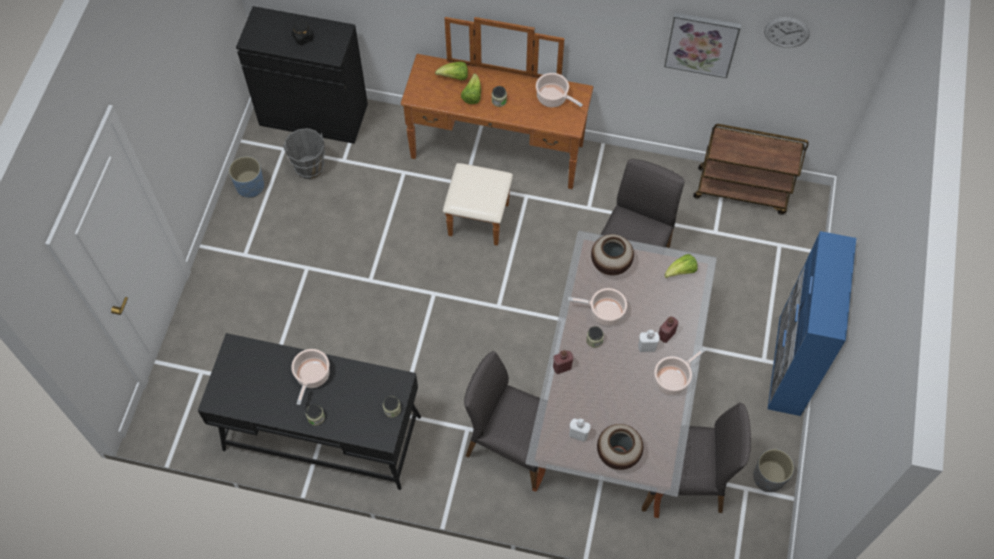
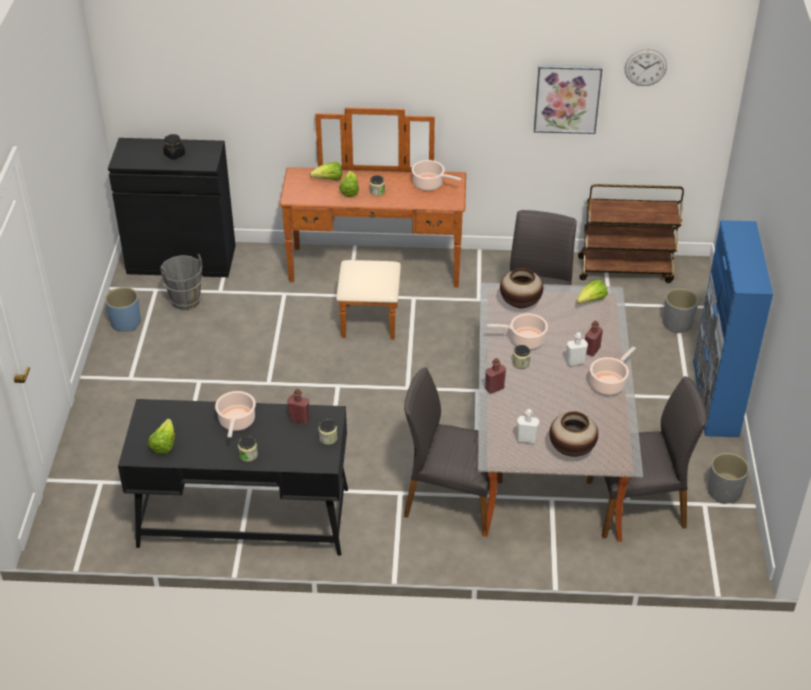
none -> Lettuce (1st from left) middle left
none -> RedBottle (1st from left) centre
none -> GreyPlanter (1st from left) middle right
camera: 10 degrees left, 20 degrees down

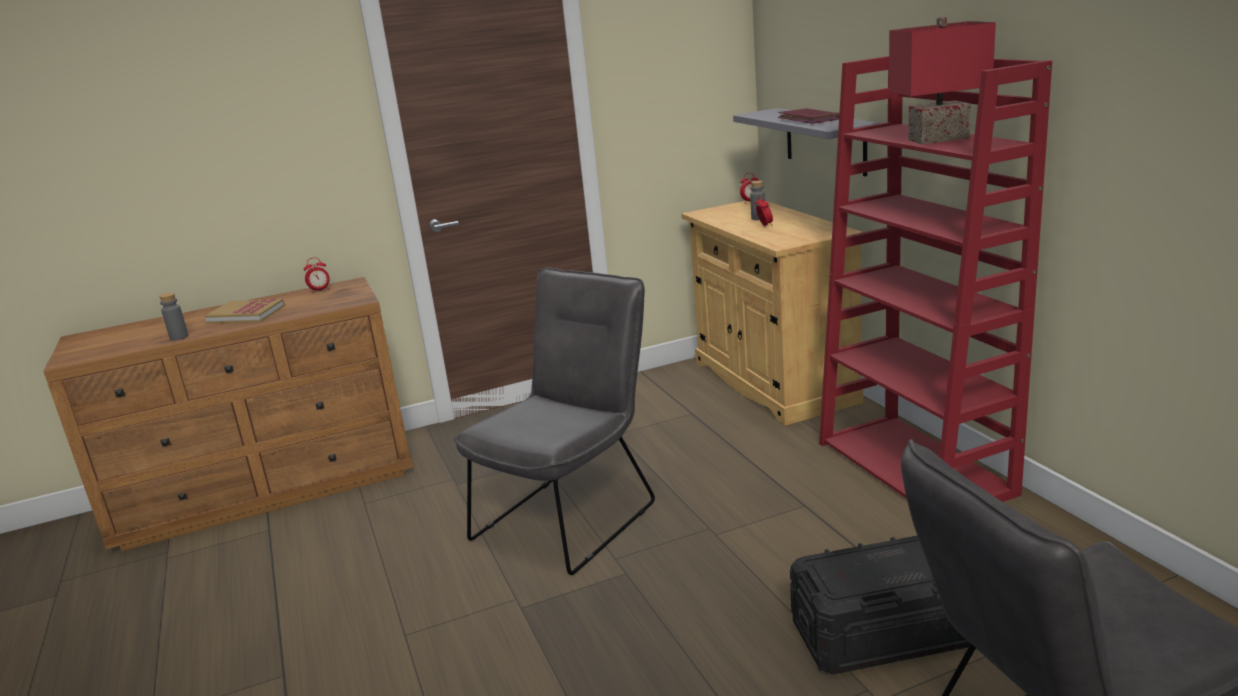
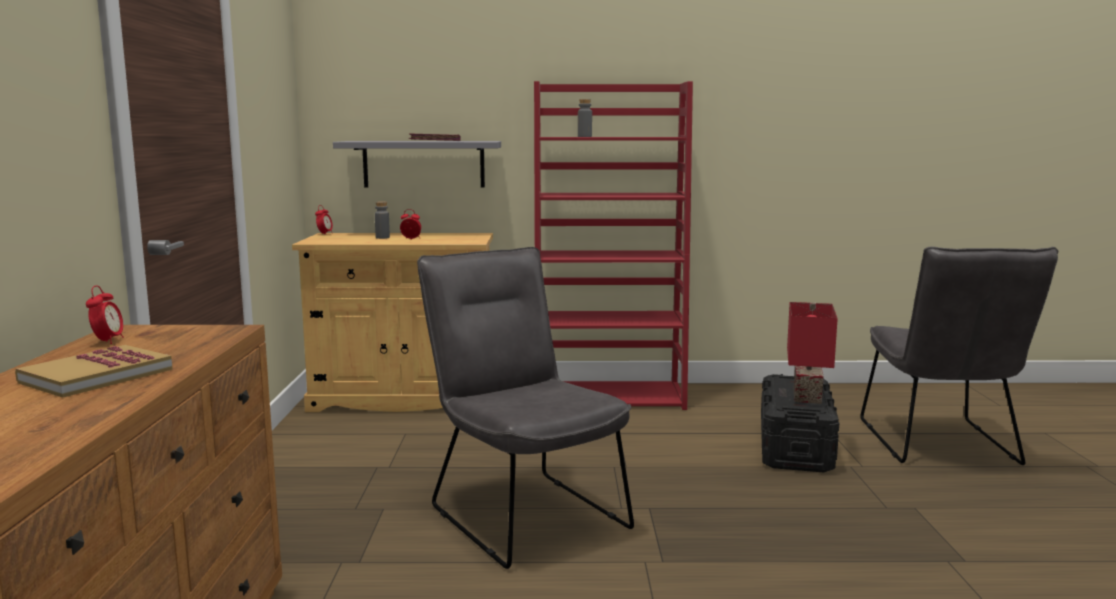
GreyBottle (1st from left in the first image) middle left -> GreyBottle (2nd from left) top centre, moved
RedTableLamp top right -> RedTableLamp middle right, moved
camera: 70 degrees left, 10 degrees down

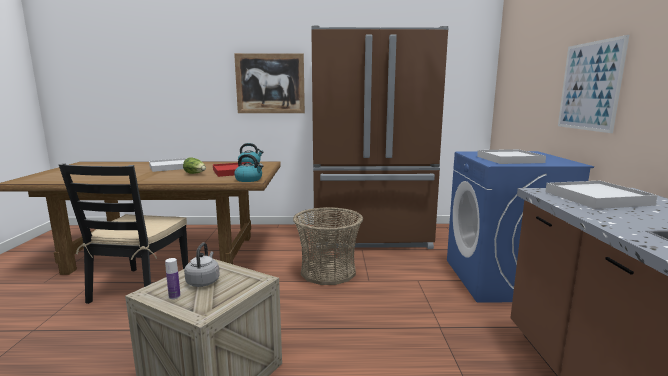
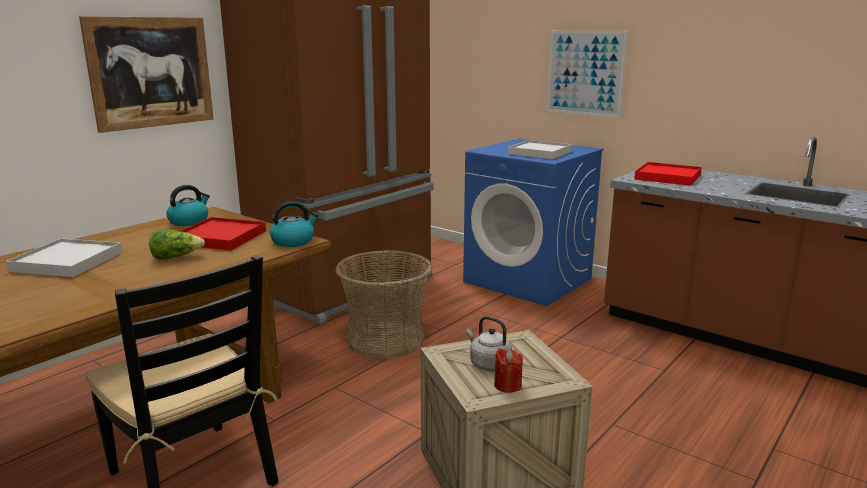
Bottle bottom left -> RedCandle bottom centre
WhiteTray (3rd from left) middle right -> RedTray (2nd from left) middle right
camera: 50 degrees left, 5 degrees up

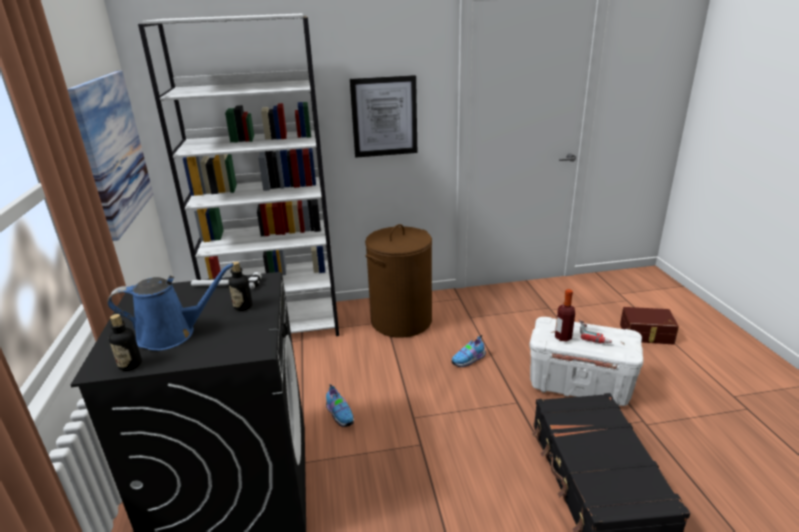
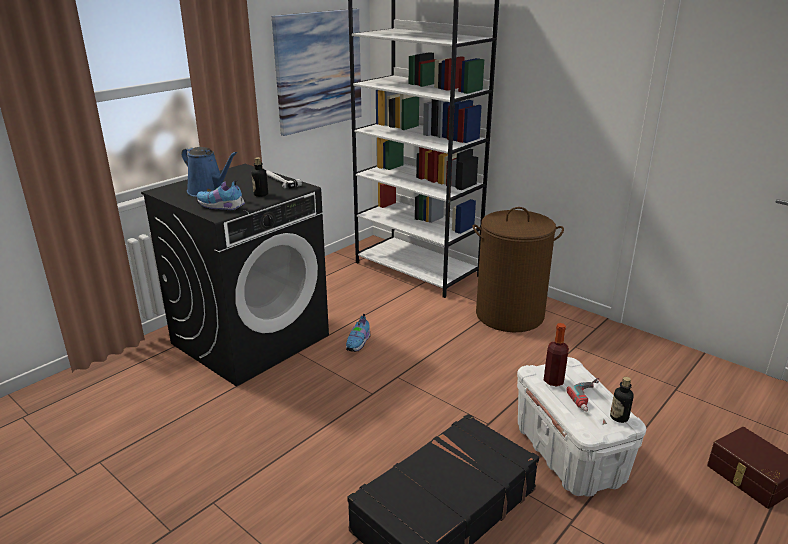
Bottle (1st from left in the first image) middle left -> Bottle (3rd from left) bottom right, moved
Picture (2nd from left) top centre -> none
Shoe (2nd from left in the first image) centre -> Shoe (1st from left) middle left, moved
camera: 50 degrees right, 0 degrees up

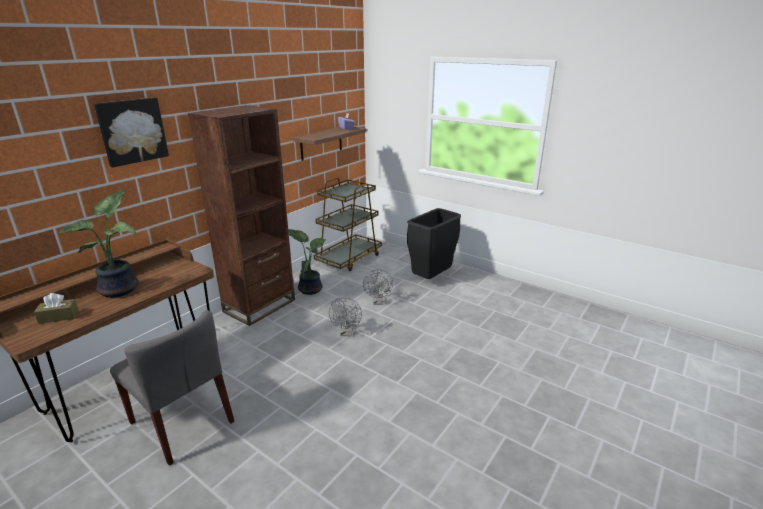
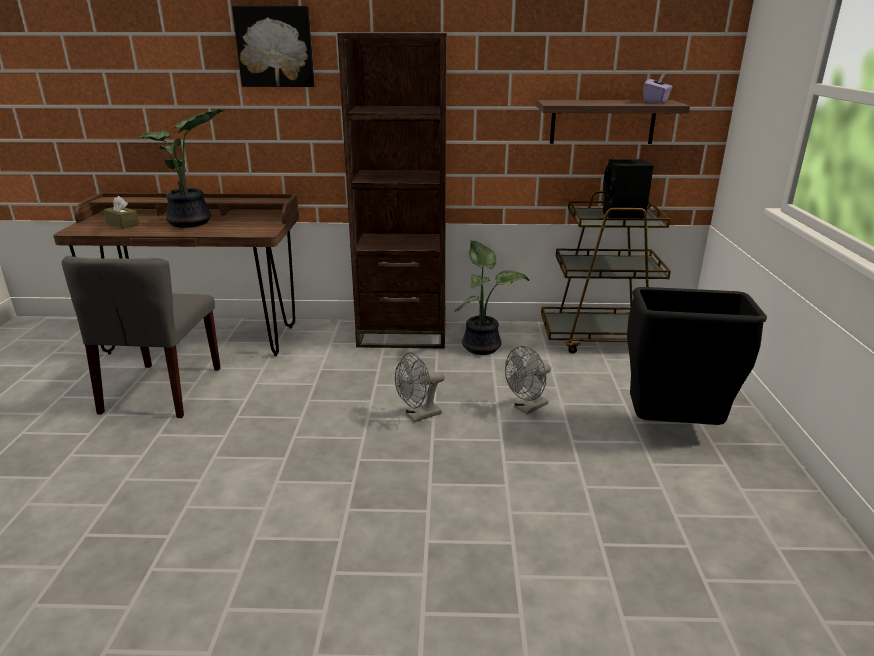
none -> BlackSpeaker top right
camera: 55 degrees right, 0 degrees up

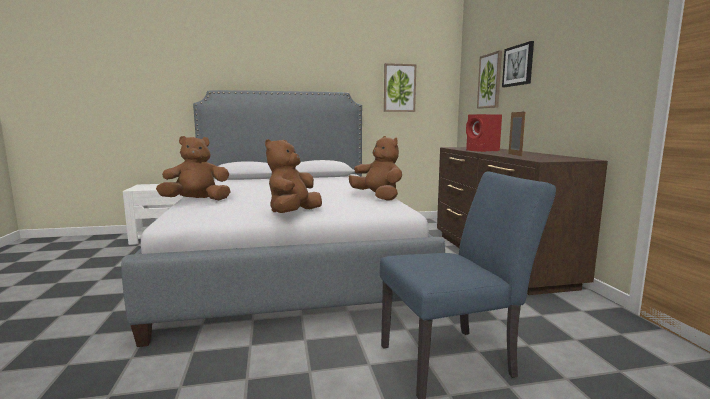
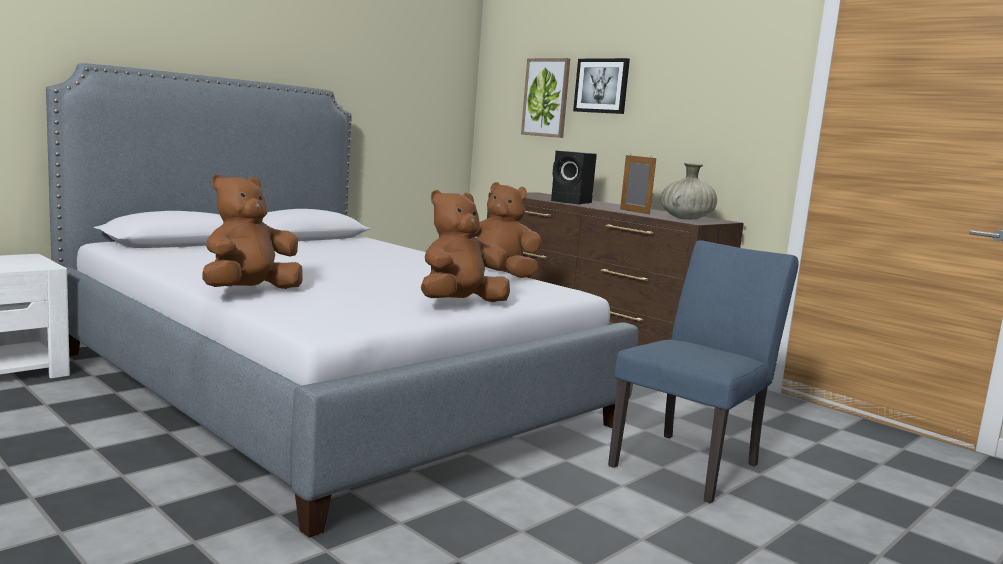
BrownPlushToy (2nd from left) centre, 60 degrees clockwise
Picture (1st from left) top centre -> none
RedSpeaker middle right -> BlackSpeaker top centre
none -> BeigeVase middle right
camera: 35 degrees left, 0 degrees up

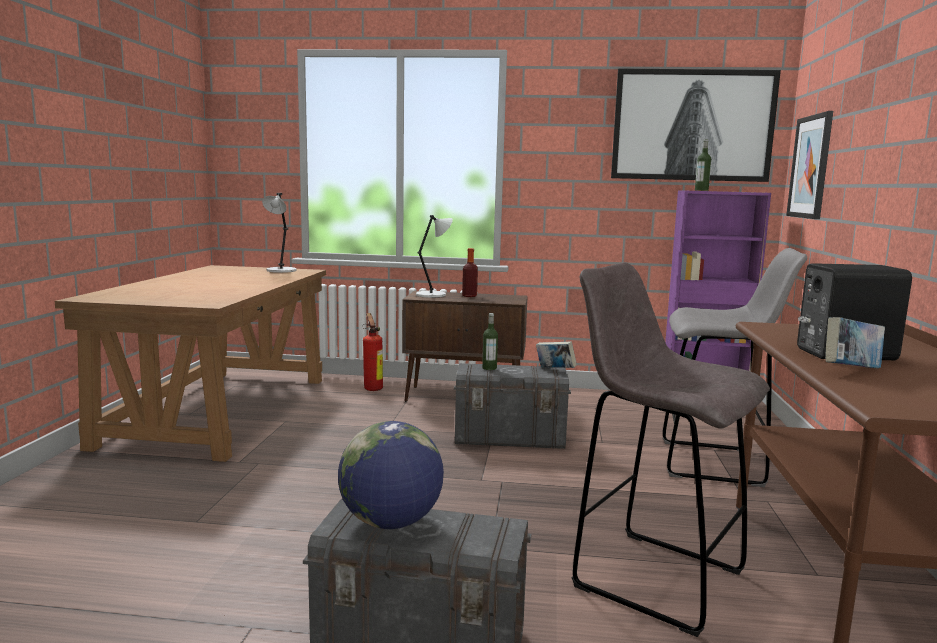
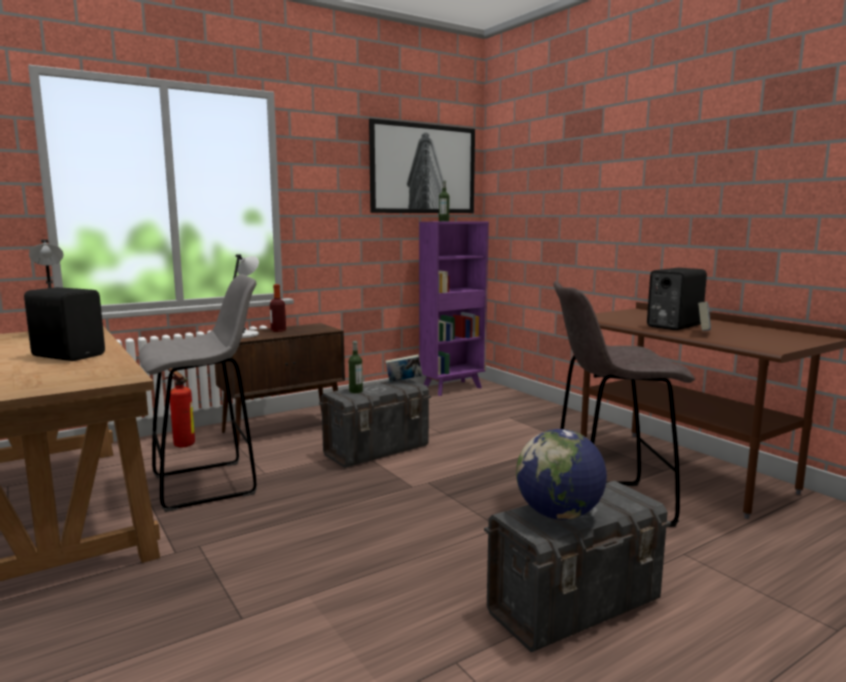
GreyStool (2nd from left in the first image) middle right -> GreyStool (1st from left) middle left, moved
Picture (2nd from left) top right -> none
none -> BlackSpeaker (1st from left) middle left
camera: 40 degrees left, 0 degrees up

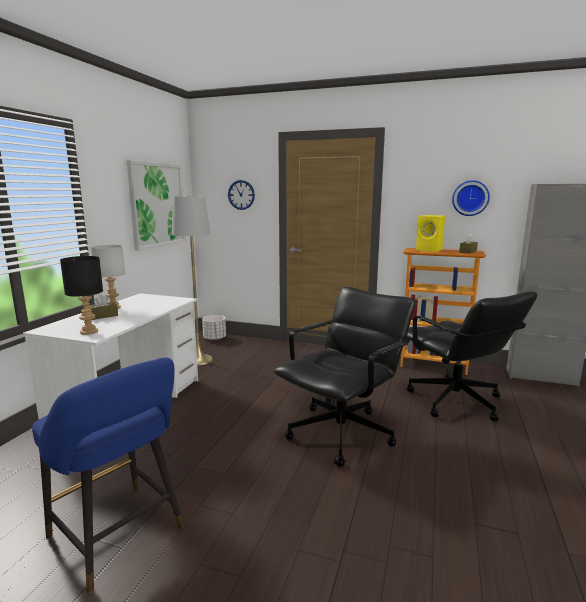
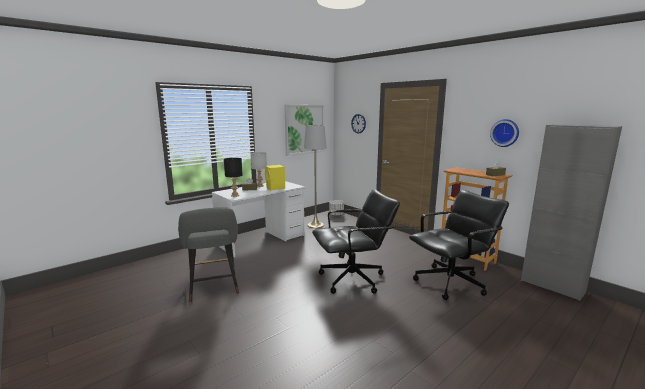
BlueStool bottom left -> GreyStool middle left
BlackOfficeChair (2nd from left) middle right, 120 degrees counterclockwise
YellowSpeaker middle right -> YellowSpeaker centre, moved
camera: 30 degrees right, 0 degrees up

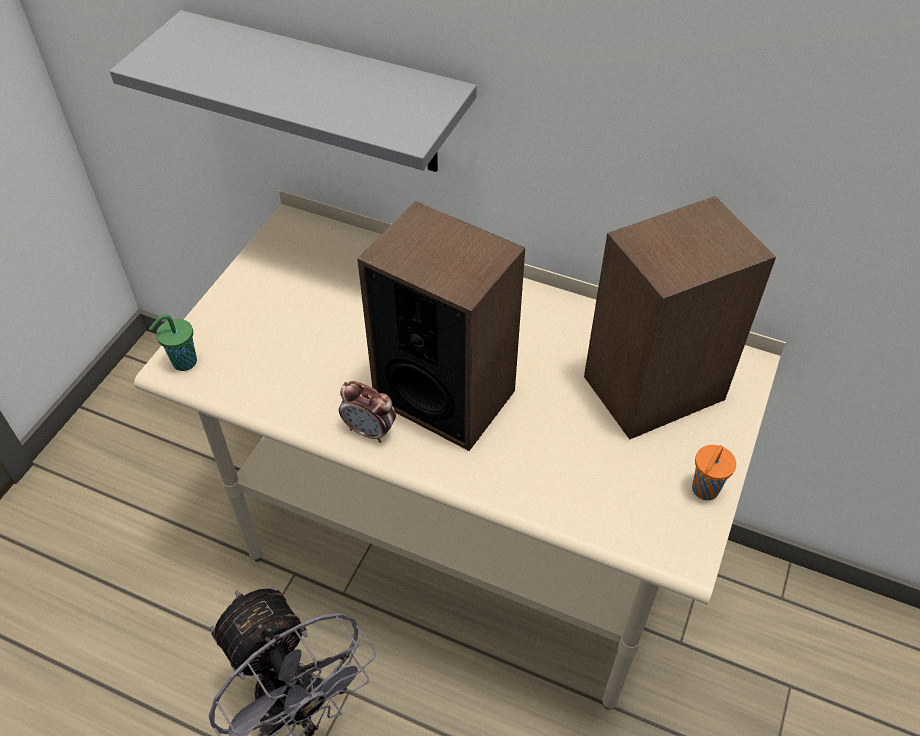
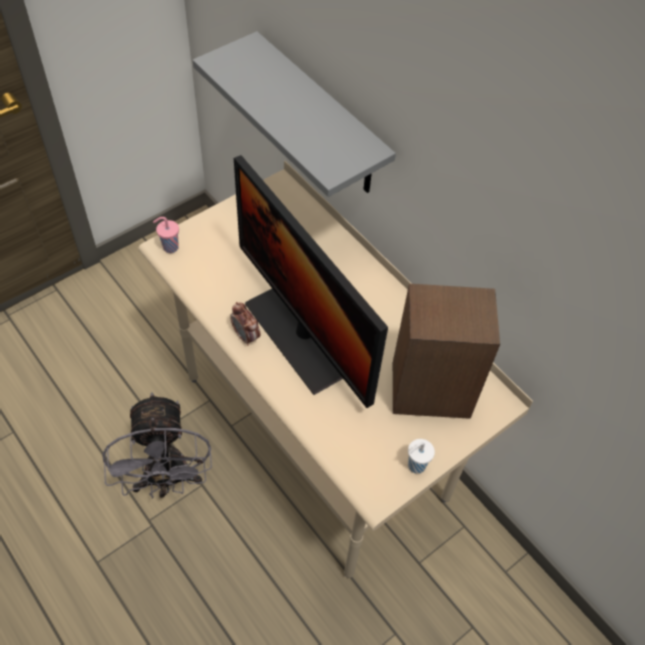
GreenCup middle left -> PinkCup middle left
Speaker (1st from left) centre -> Monitor centre
OrangeCup middle right -> WhiteCup bottom centre
camera: 25 degrees right, 5 degrees up

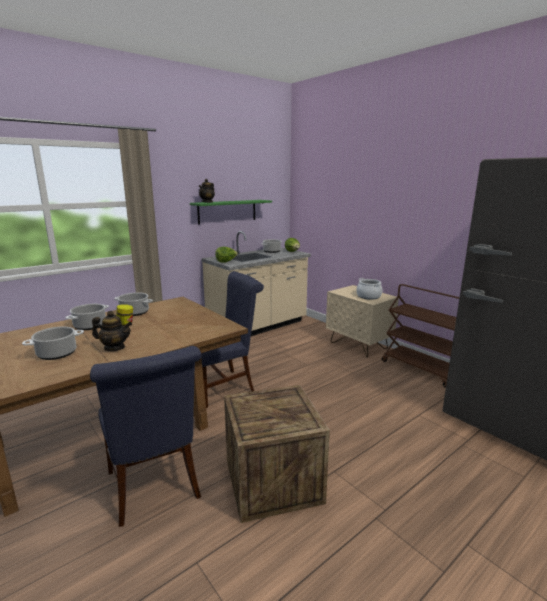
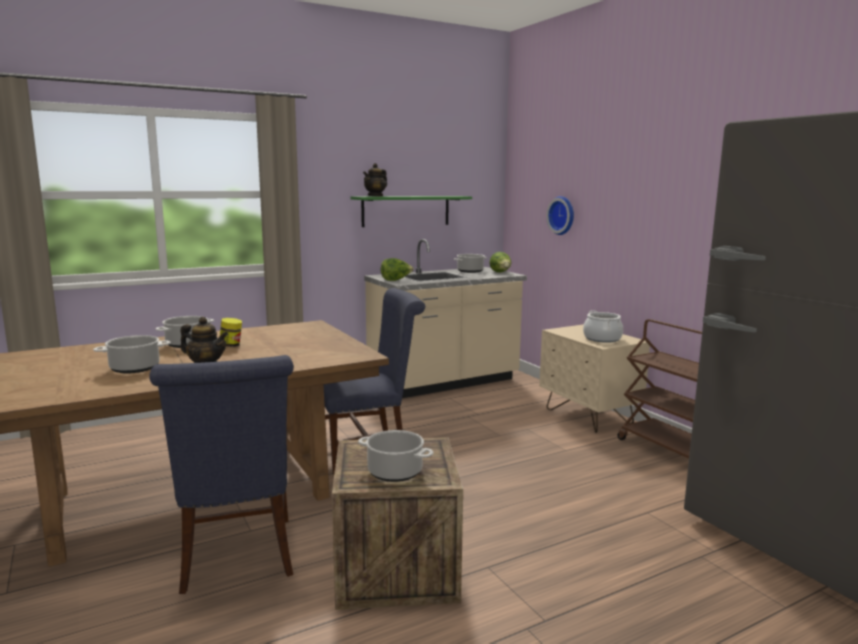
CookingPot (3rd from left) middle left -> CookingPot (3rd from left) bottom centre, moved
none -> WallClock centre
camera: 10 degrees right, 5 degrees down

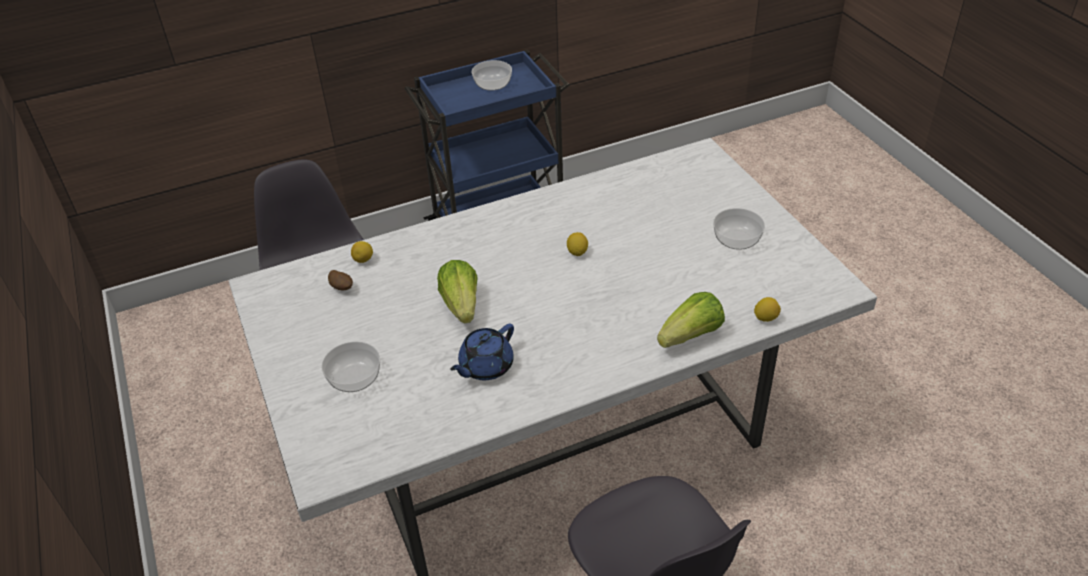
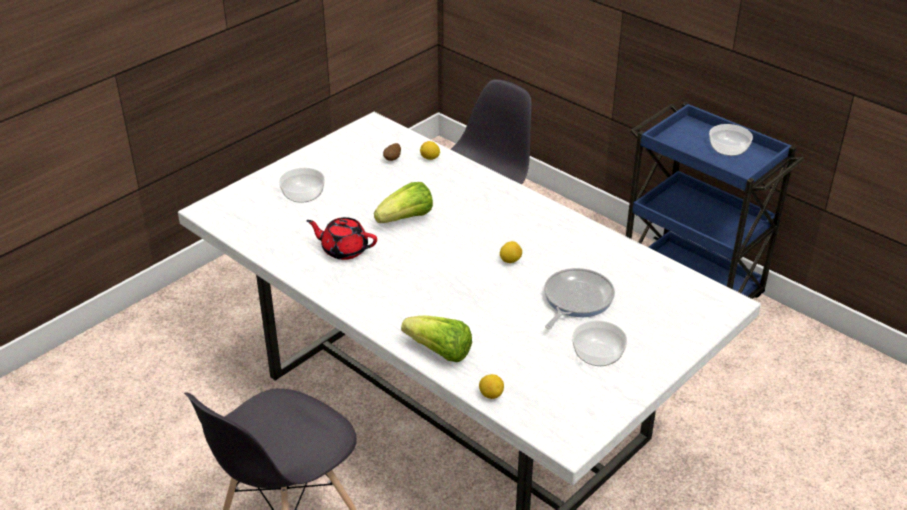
BlueTeapot centre -> RedTeapot centre
none -> FryingPan centre
camera: 65 degrees right, 5 degrees down

